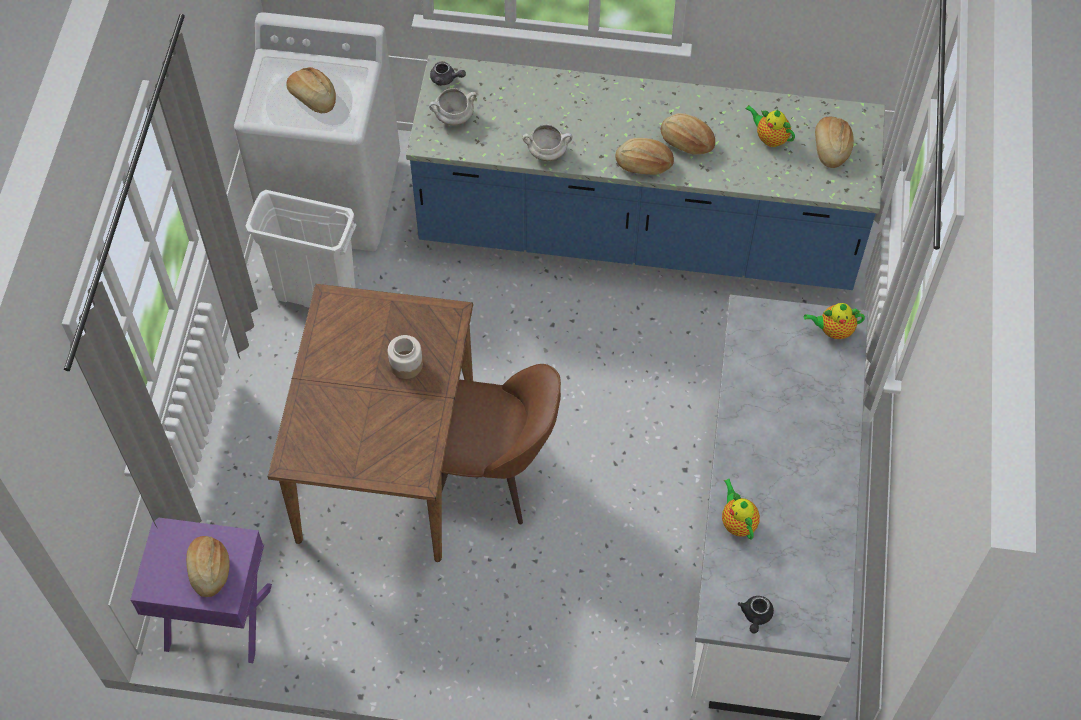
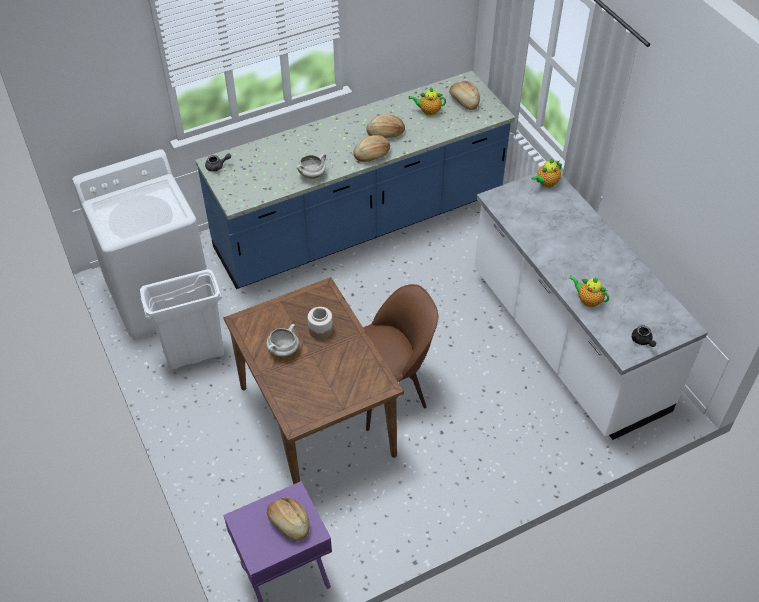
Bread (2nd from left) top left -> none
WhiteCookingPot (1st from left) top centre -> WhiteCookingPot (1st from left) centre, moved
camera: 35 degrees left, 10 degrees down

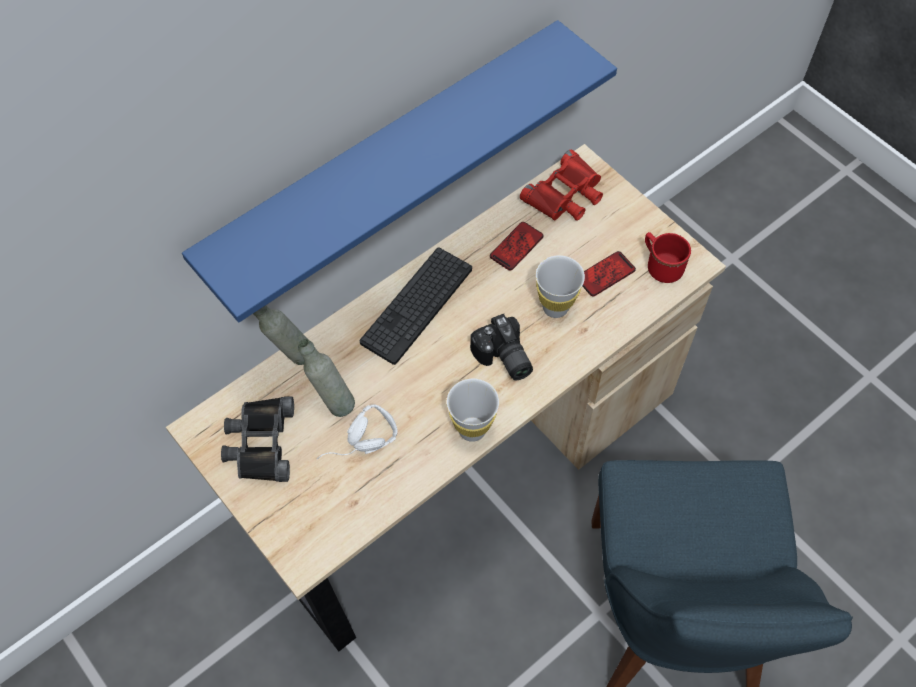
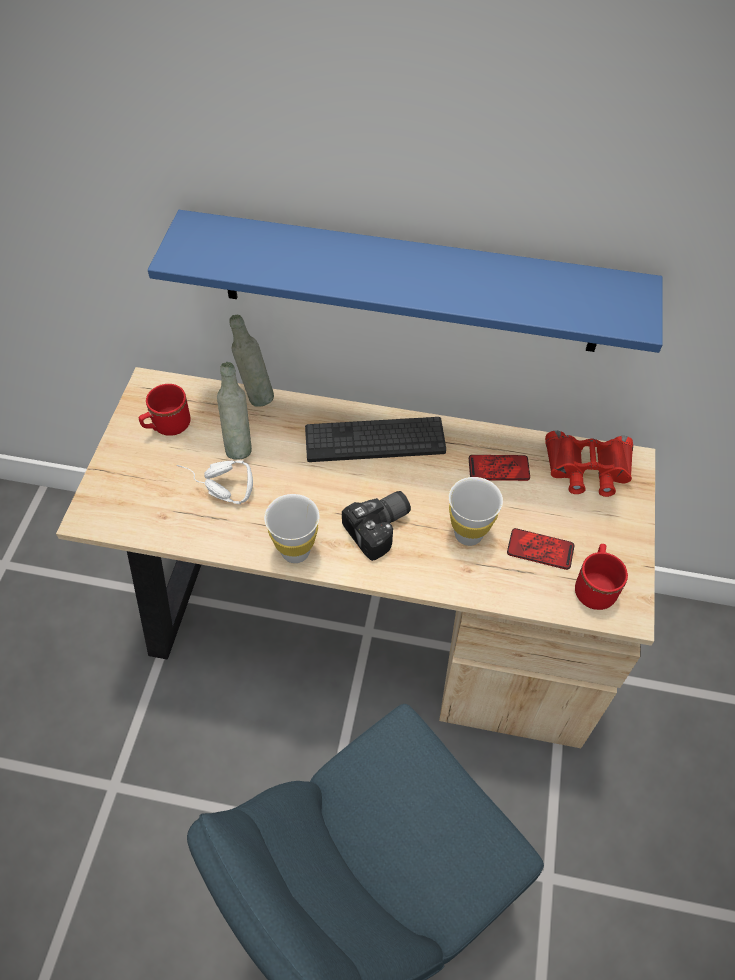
BlackBinoculars middle left -> RedMug (1st from left) middle left
PhotoCamera centre, 150 degrees counterclockwise
camera: 50 degrees right, 5 degrees down

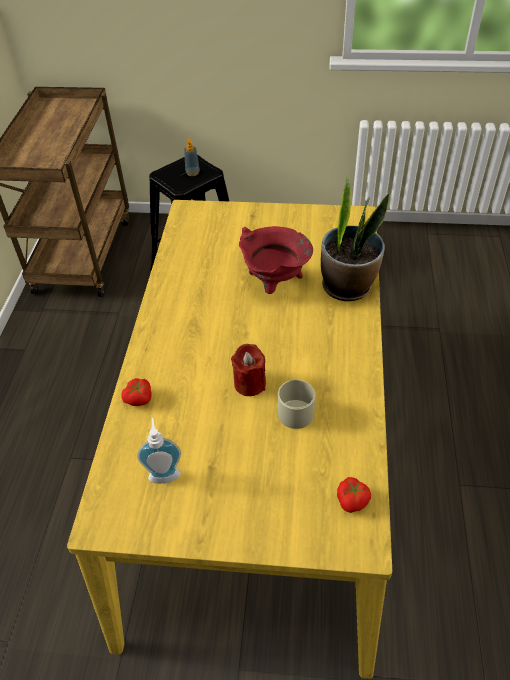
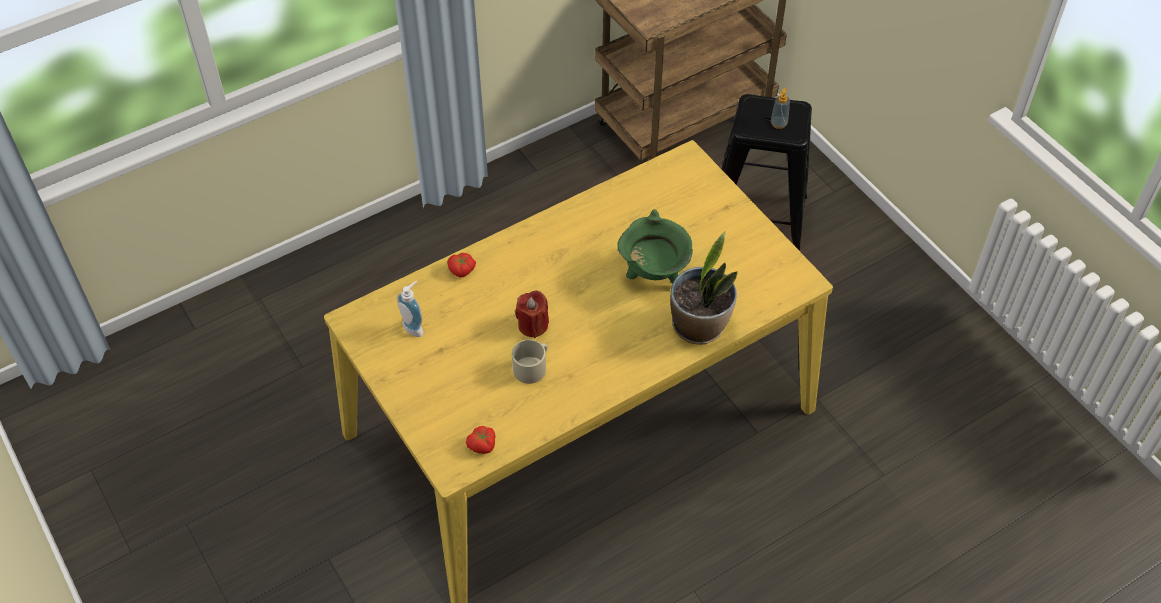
RedCookingPot centre -> GreenCookingPot centre
camera: 50 degrees right, 5 degrees up

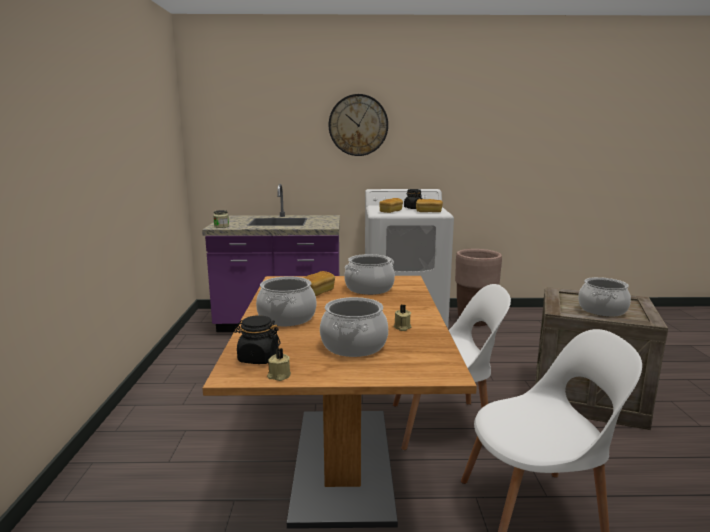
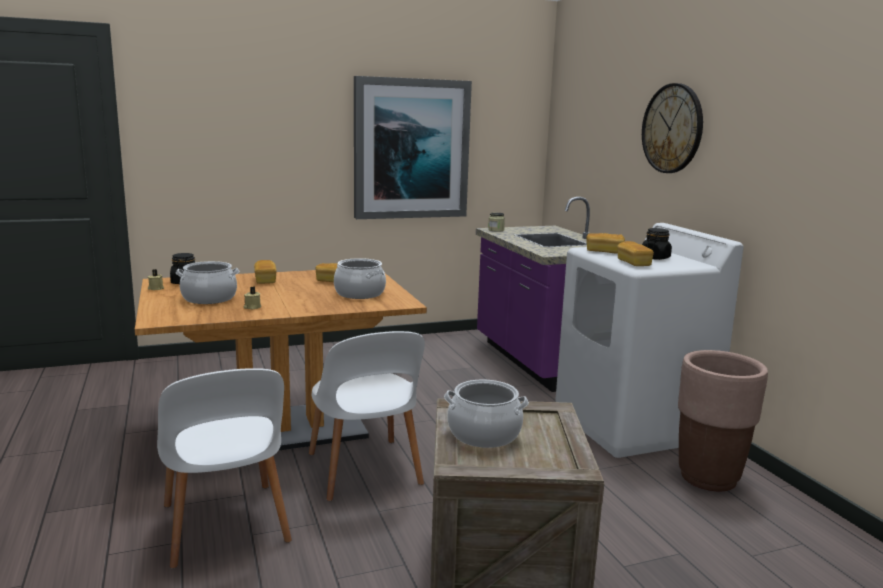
CookingPot (1st from left) centre -> Bread (1st from left) middle left
none -> Picture top centre
camera: 70 degrees right, 0 degrees up

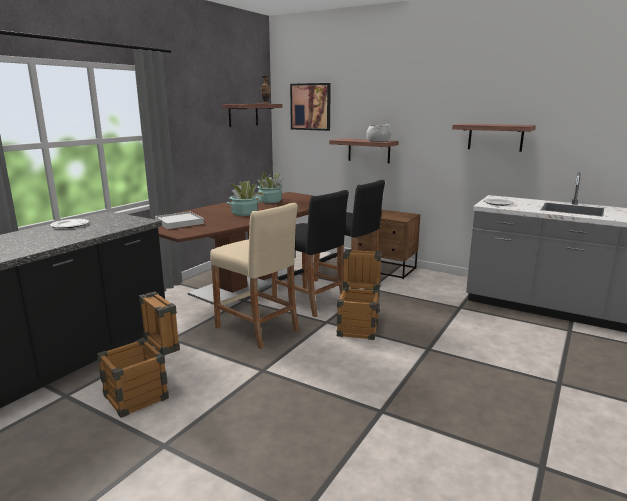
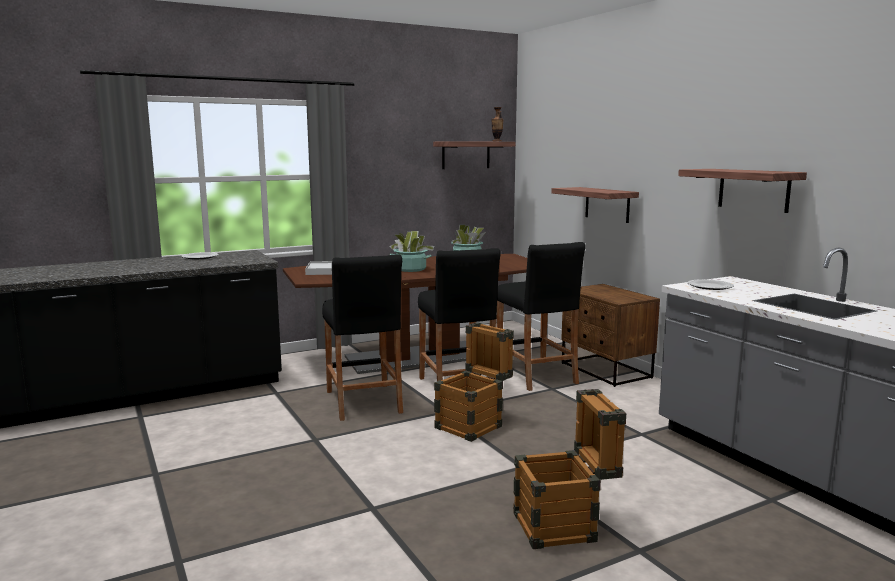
Crate (1st from left in the first image) bottom left -> Crate (2nd from left) bottom centre, moved
BeigeStool centre -> BlackStool (1st from left) centre
Picture top centre -> none
CookingPot top centre -> none
camera: 30 degrees right, 5 degrees down

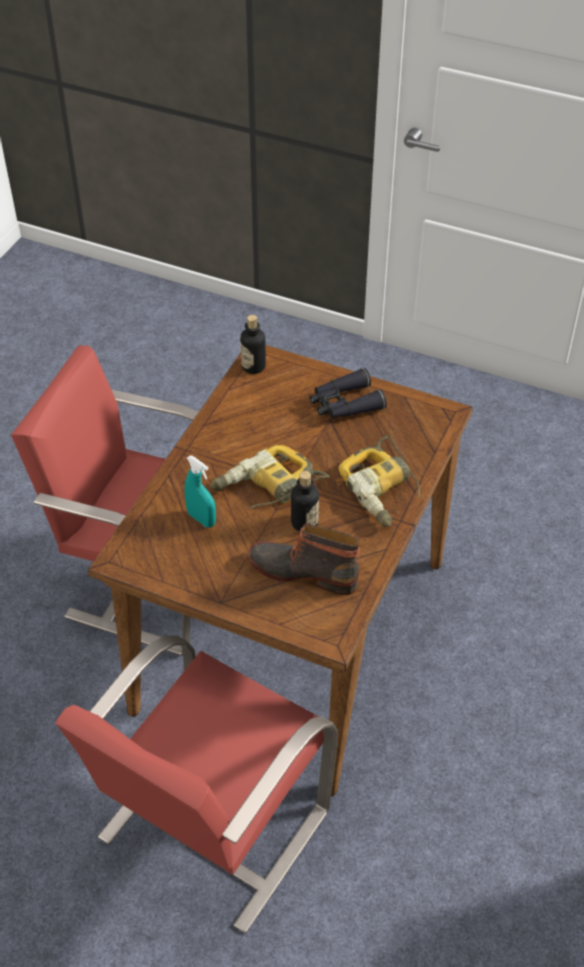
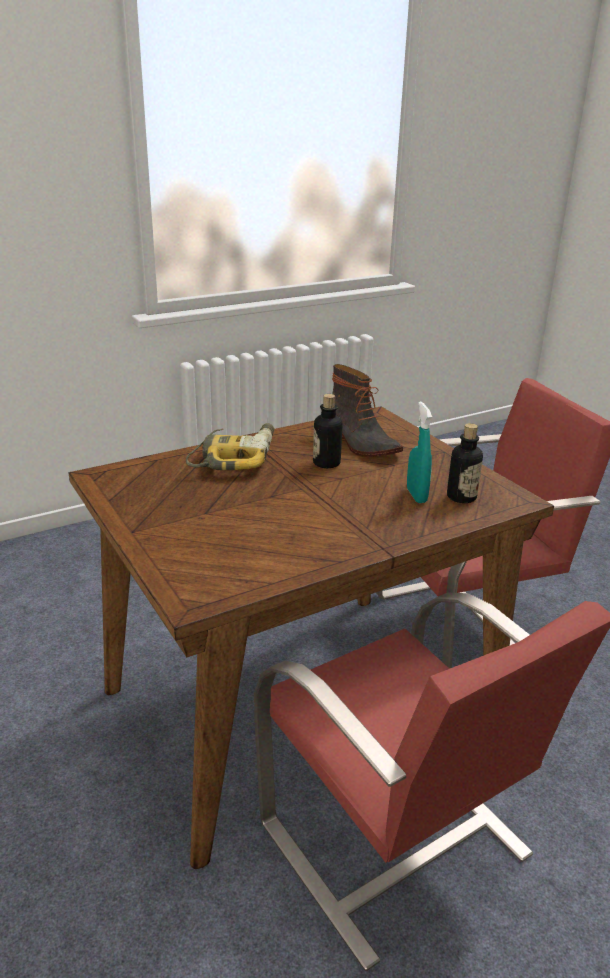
PowerDrill (1st from left) centre -> none
Bottle (1st from left in the first image) centre -> Bottle (2nd from left) middle right, moved
BlackBinoculars centre -> none
camera: 145 degrees left, 20 degrees down

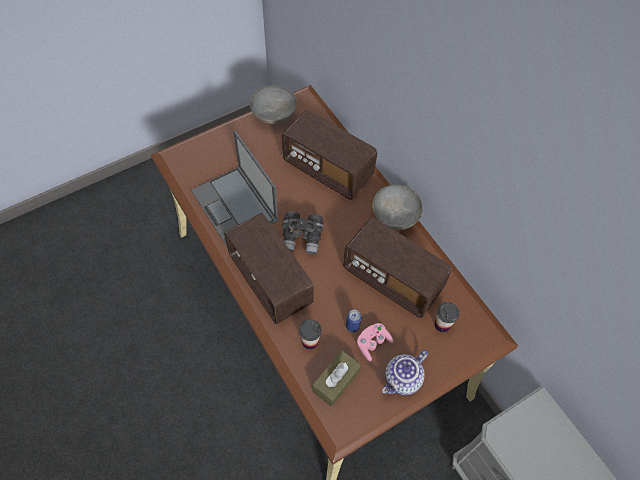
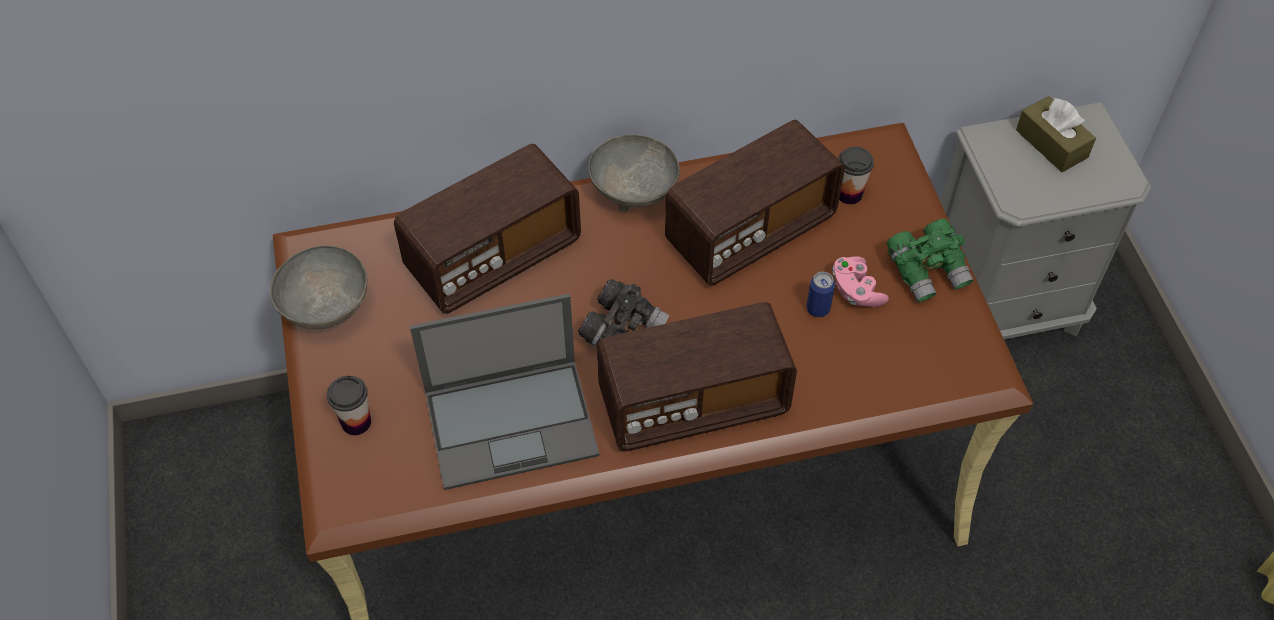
Cup (1st from left) bottom centre -> Cup (1st from left) middle left, moved
BrownTissueBox bottom centre -> BrownTissueBox top right, moved
Teapot bottom centre -> GreenBinoculars middle right
camera: 70 degrees left, 5 degrees down

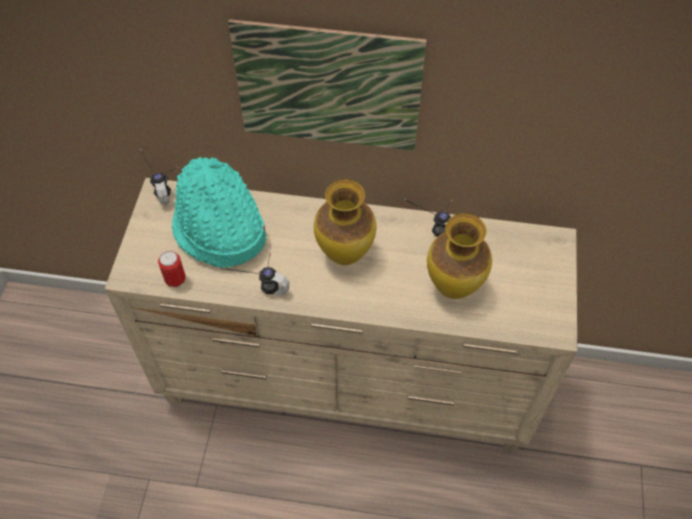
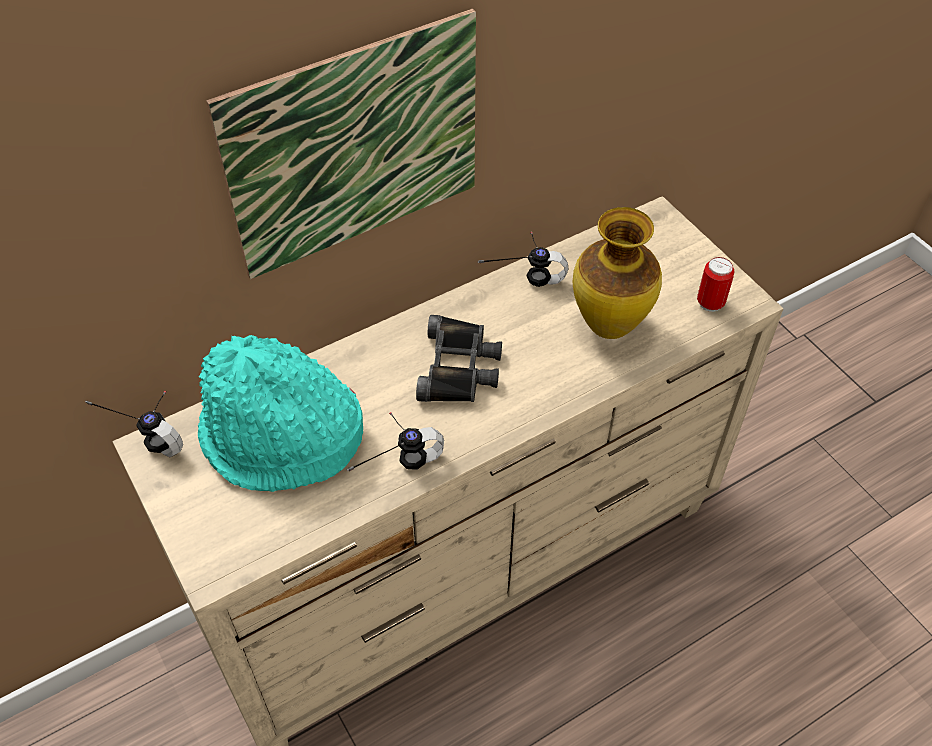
Can middle left -> Can middle right, moved
Vase (1st from left) centre -> BlackBinoculars centre
camera: 40 degrees left, 5 degrees down

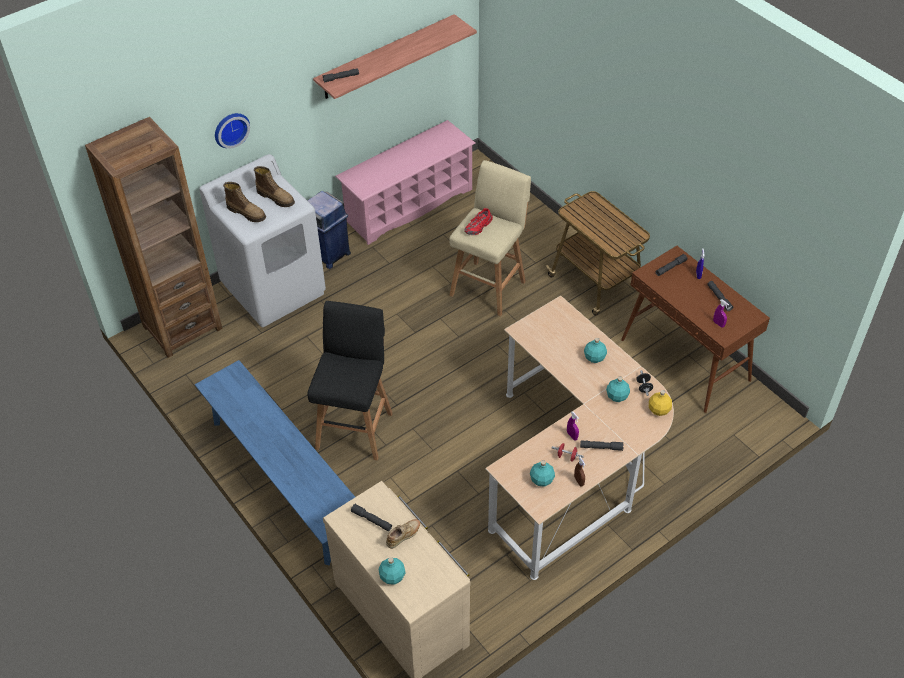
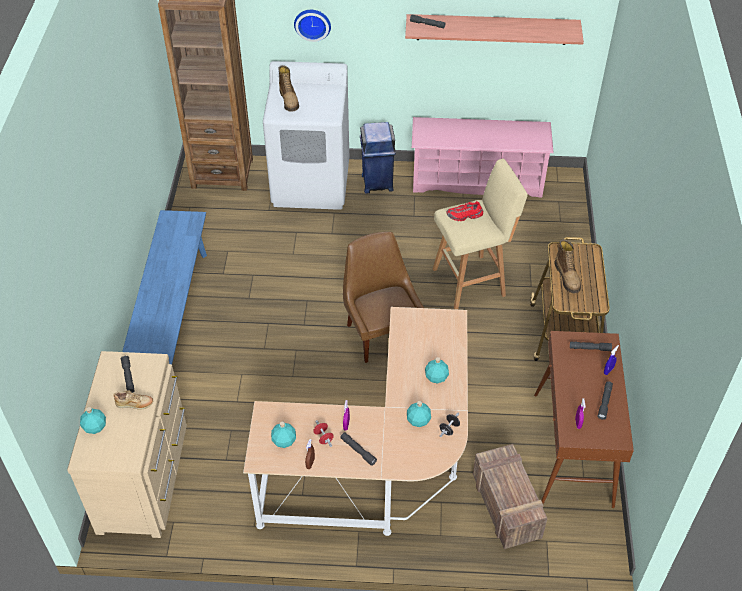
Boot (2nd from left) top left -> Boot (2nd from left) middle right, moved
BlackStool centre -> none
YellowBottle middle right -> none
none -> BrownChair centre
none -> Crate bottom right
camera: 40 degrees right, 0 degrees up

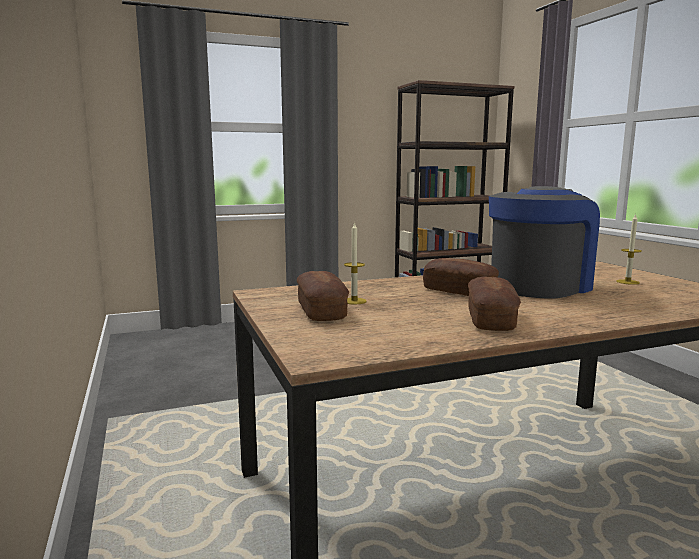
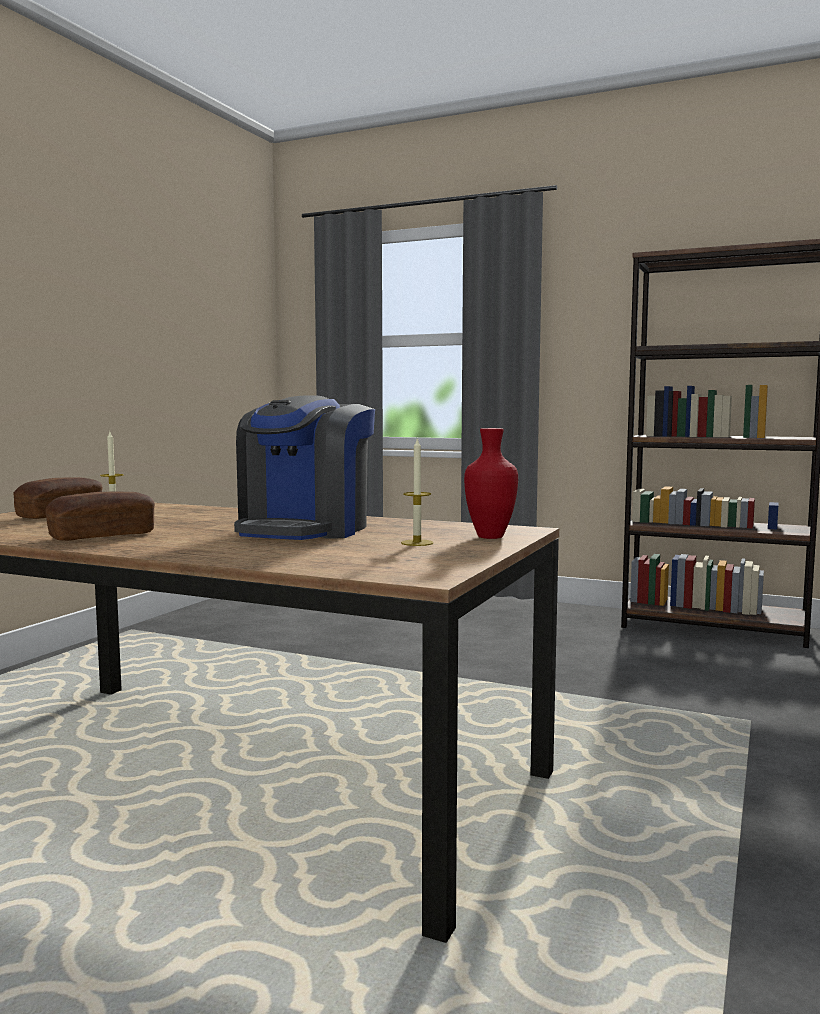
Bread (2nd from left) centre -> none
CoffeeMachine middle right -> CoffeeMachine centre, 105 degrees clockwise
none -> RedVase centre
camera: 45 degrees right, 5 degrees down

